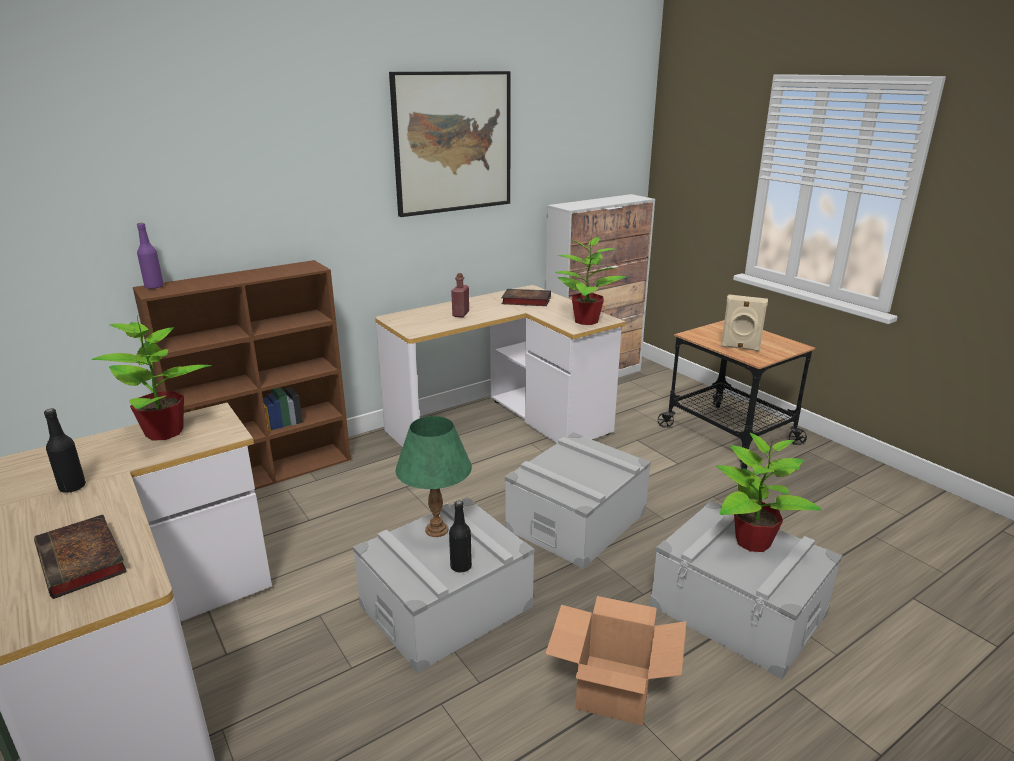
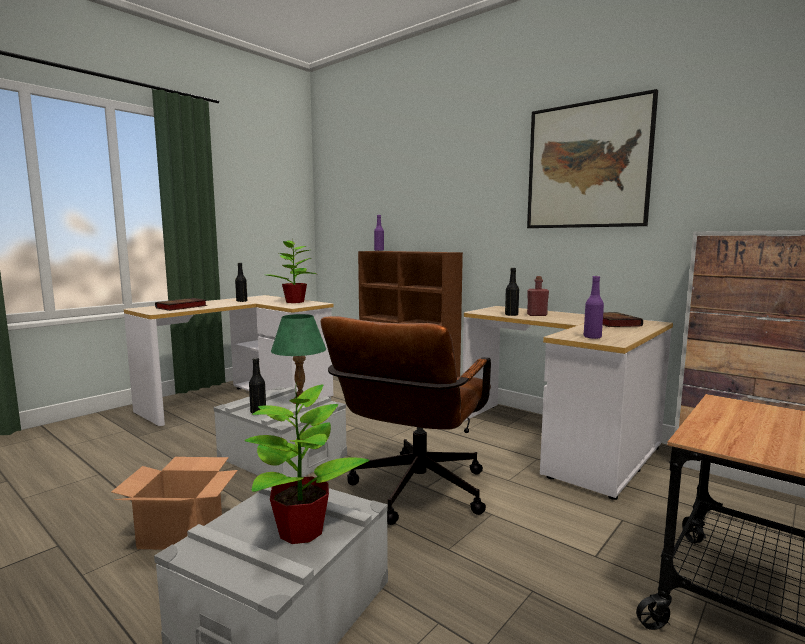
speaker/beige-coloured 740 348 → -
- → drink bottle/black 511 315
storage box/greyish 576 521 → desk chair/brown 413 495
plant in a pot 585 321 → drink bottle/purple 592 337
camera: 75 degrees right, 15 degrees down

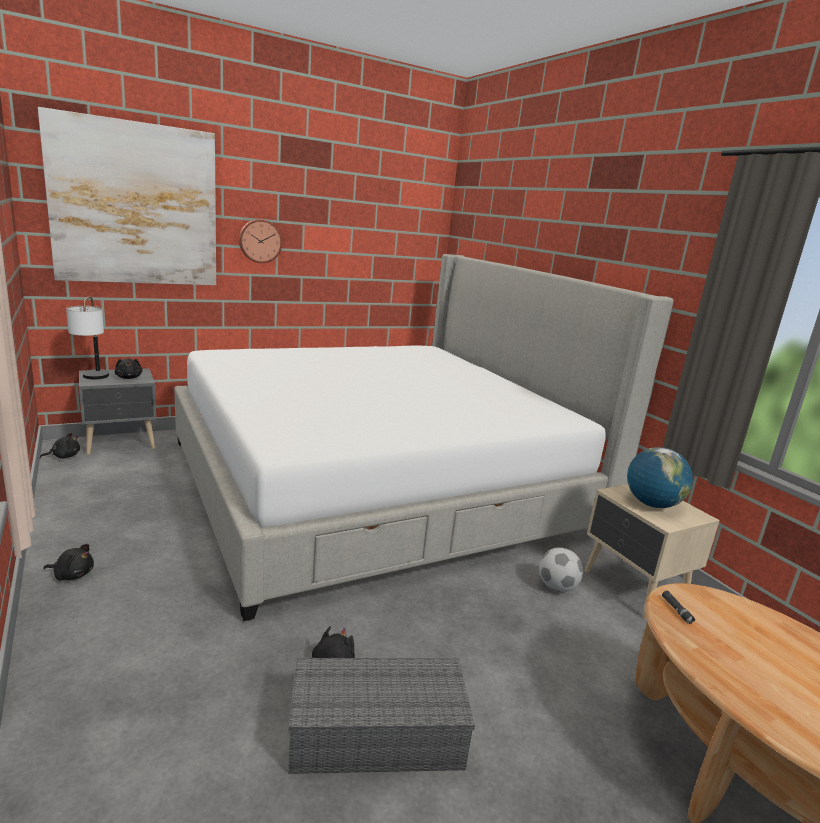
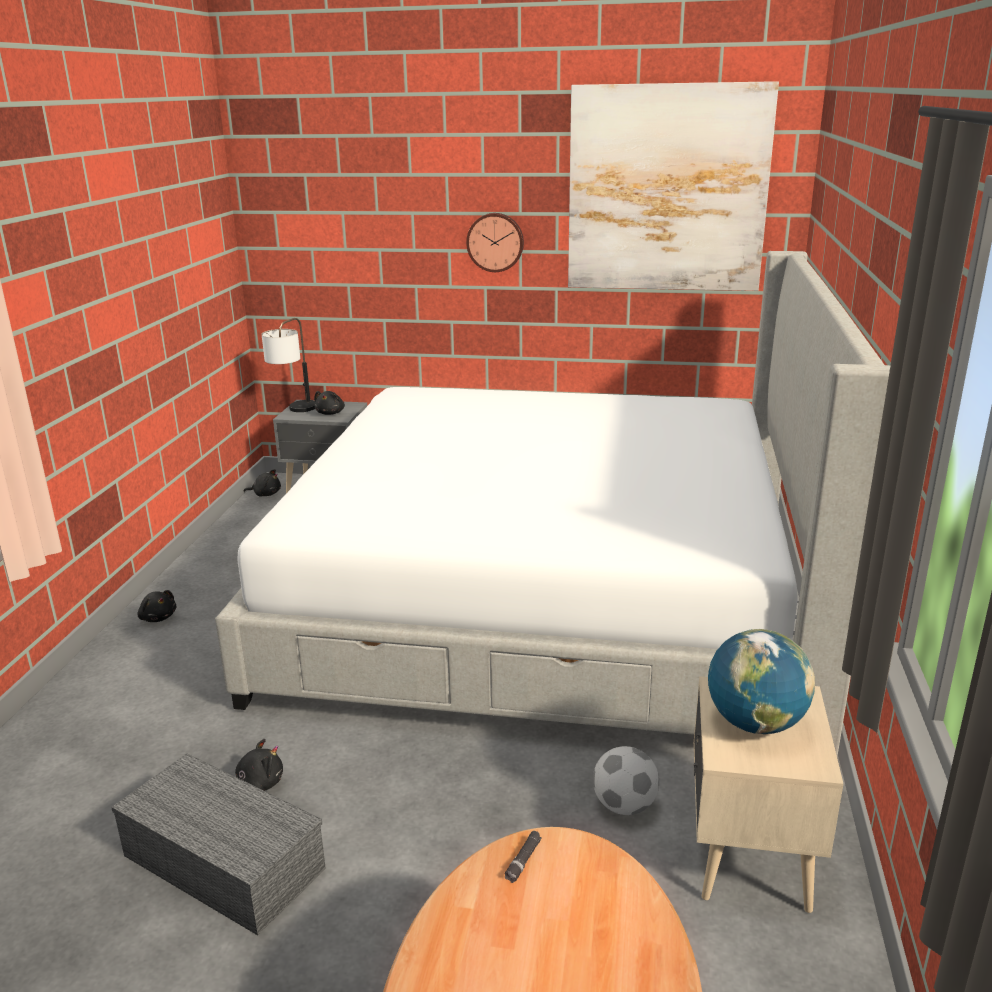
picture 135 205 → picture 667 189, relocated
camera: 40 degrees right, 5 degrees up

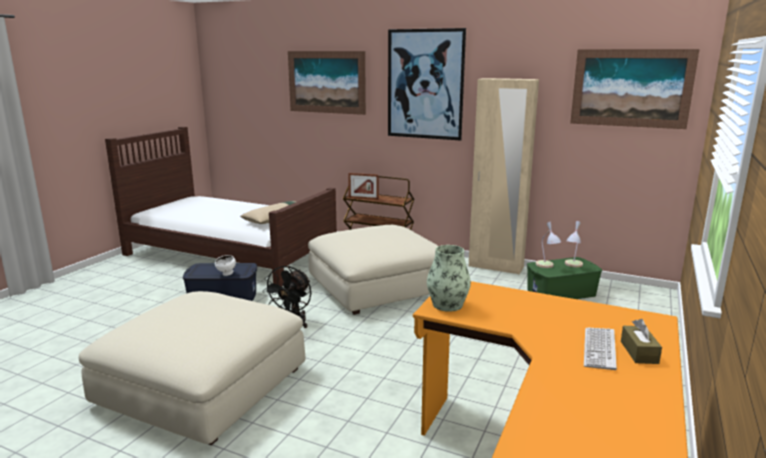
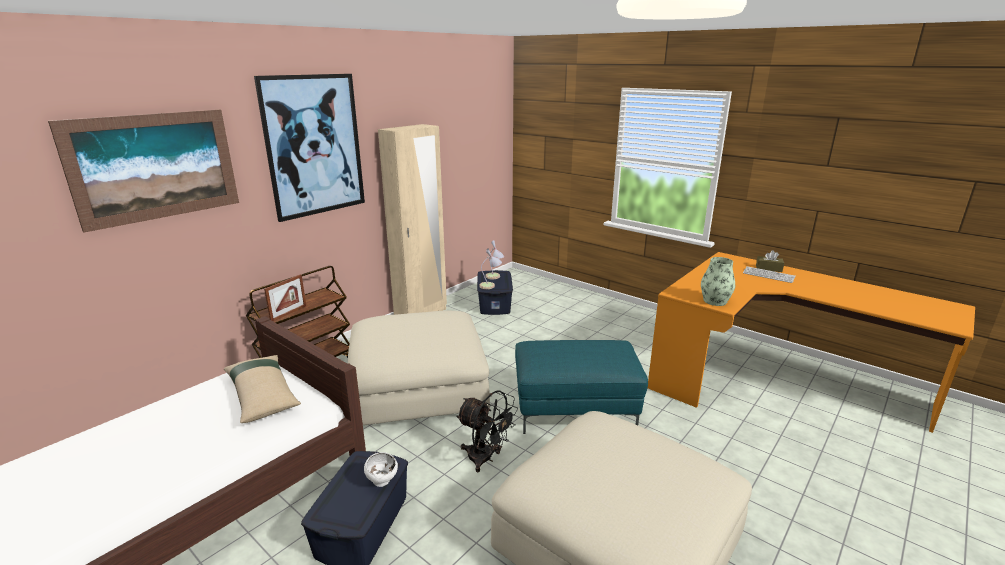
picture 631 88 → -
- → footrest/turquoise-coloured 575 410
storage box/green 561 293 → storage box/blue 495 303
camera: 75 degrees left, 5 degrees up

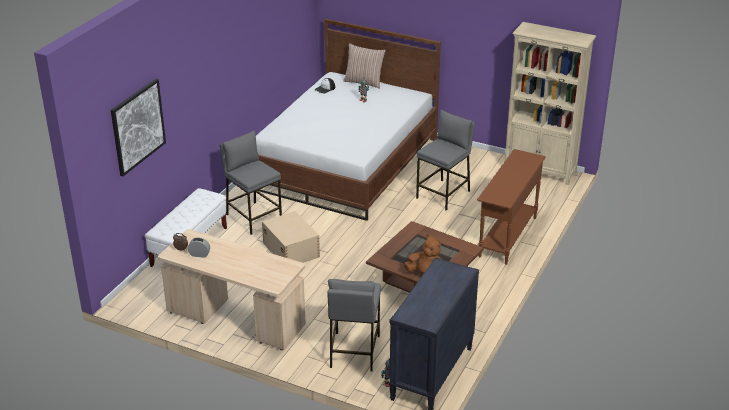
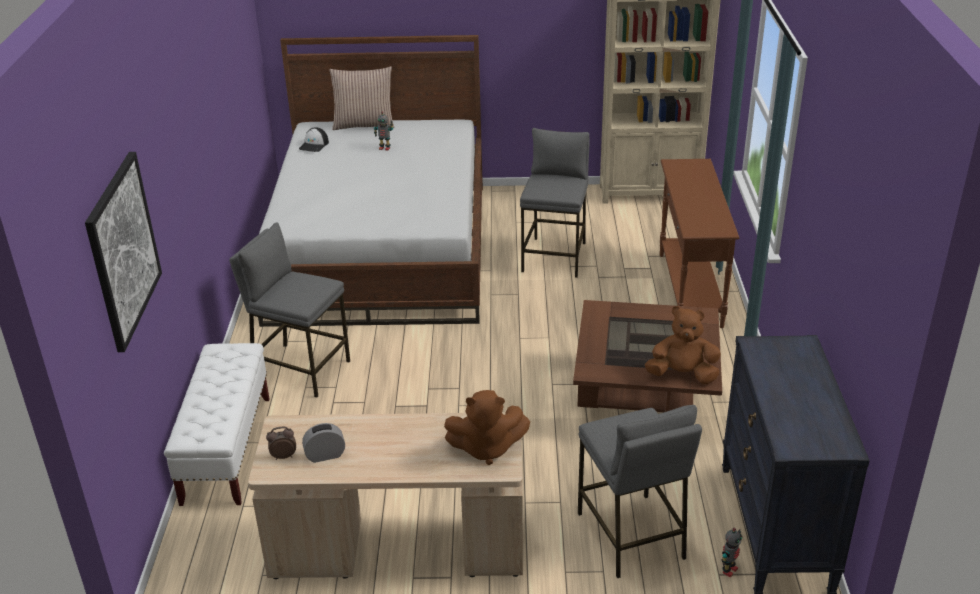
storage box/beige-coloured 291 249 → -
- → cuddly toy/brown 486 448
camera: 25 degrees left, 0 degrees up

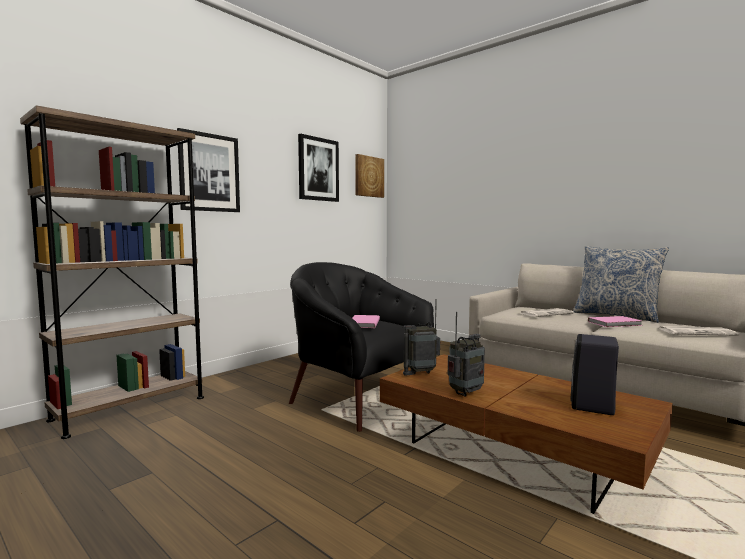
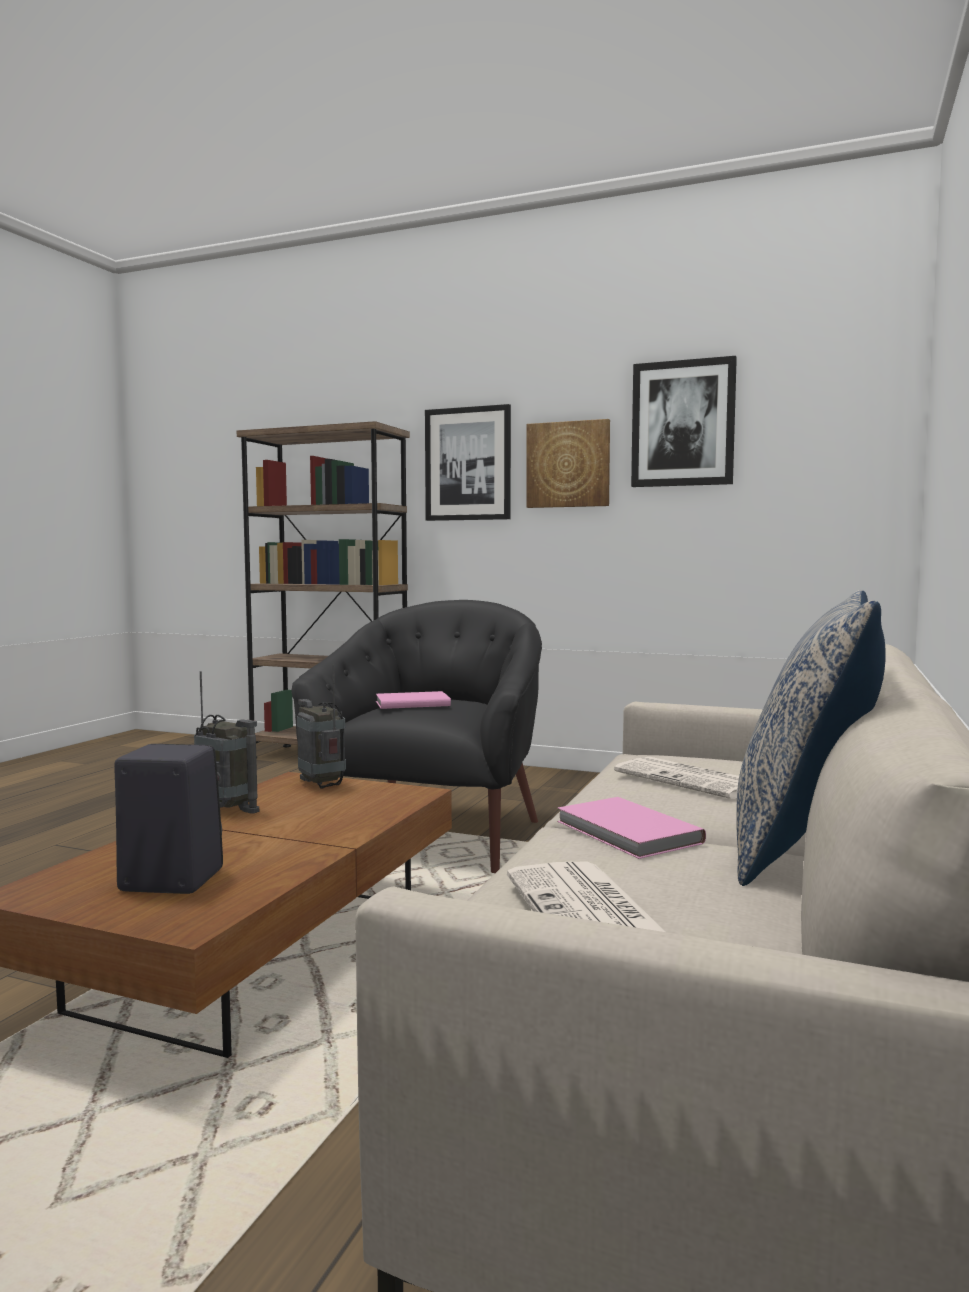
picture 368 176 → picture 568 464, relocated
camera: 70 degrees right, 0 degrees up

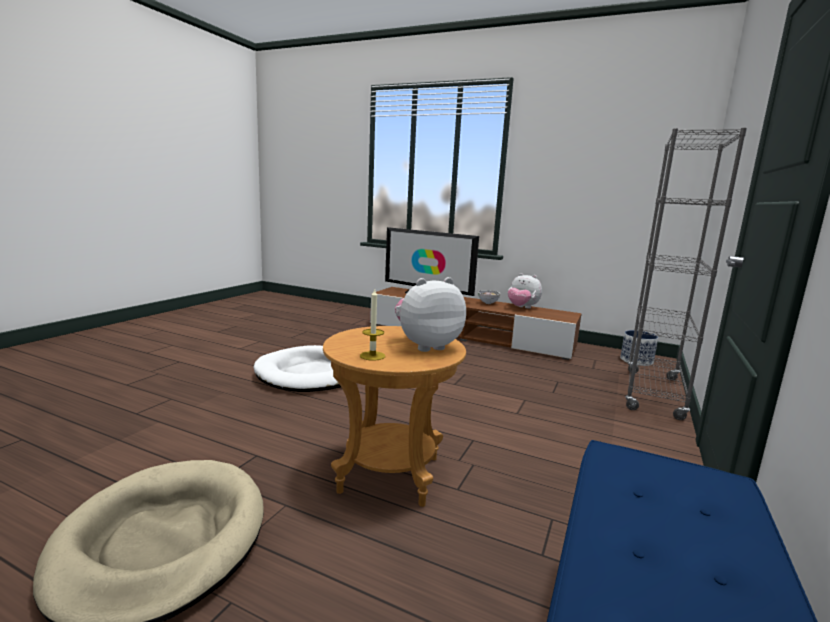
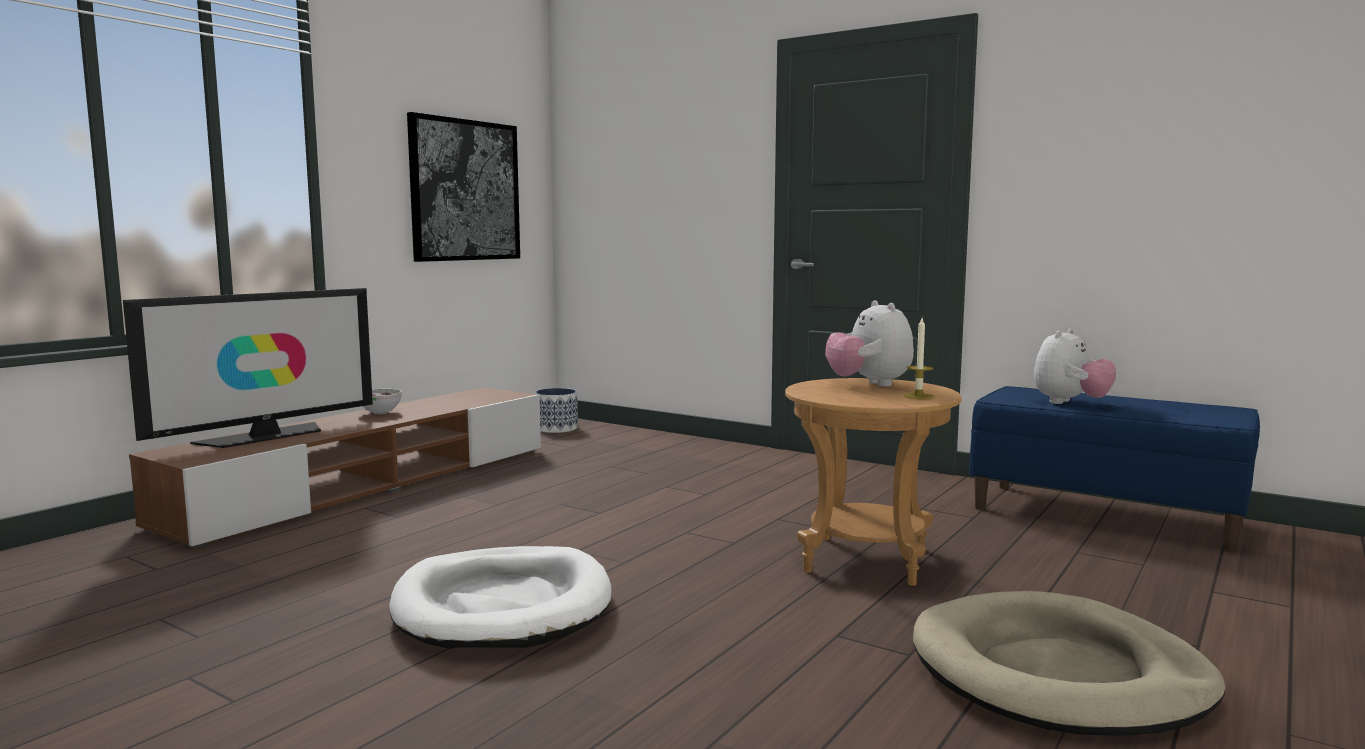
bookshelf/greyish 653 394 → -
- → picture 465 190
cuddly toy 522 308 → cuddly toy 1070 403, relocated
camera: 80 degrees left, 5 degrees down

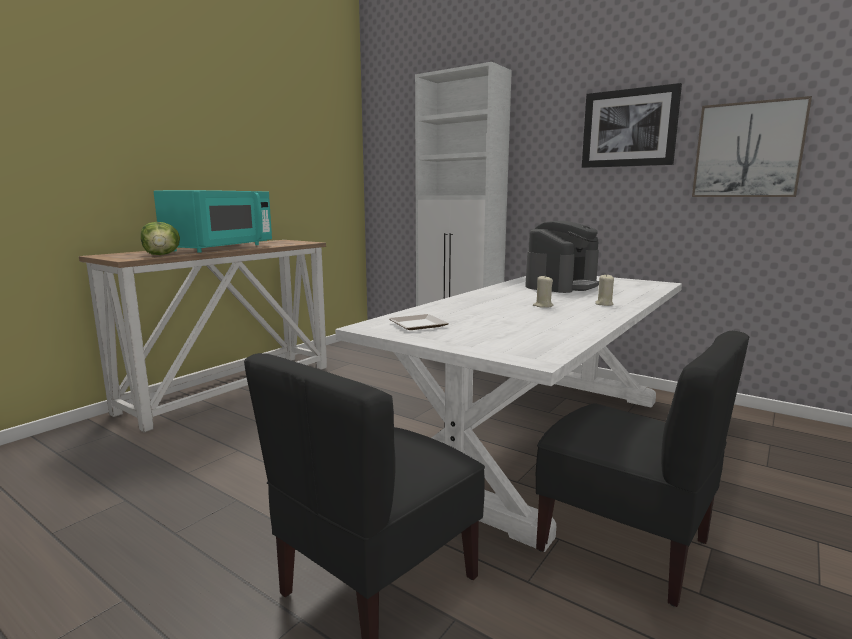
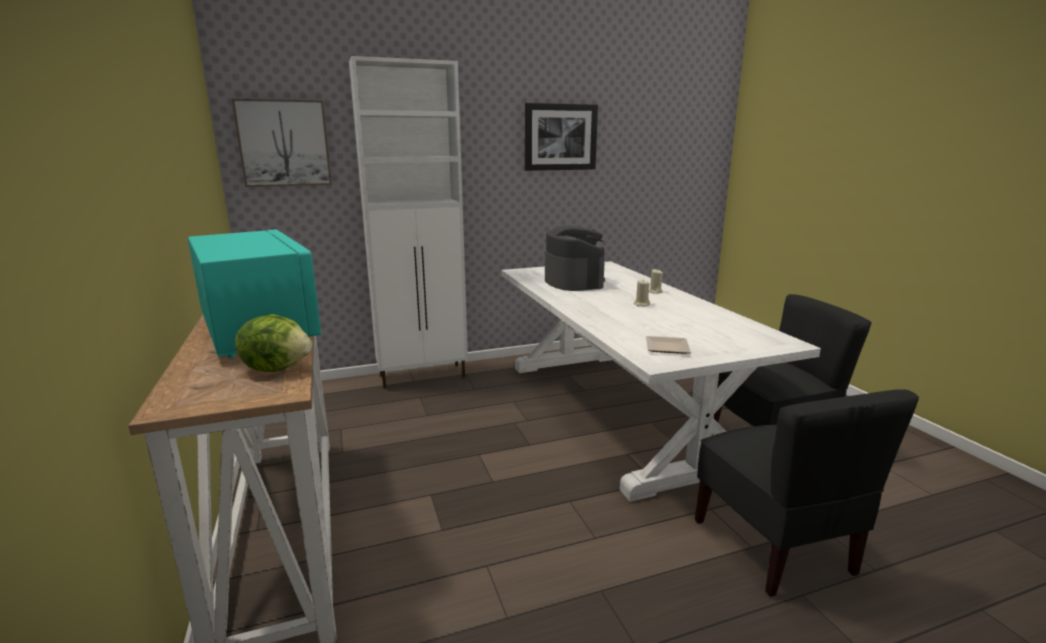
picture 748 150 → picture 284 143, relocated
camera: 55 degrees left, 5 degrees up

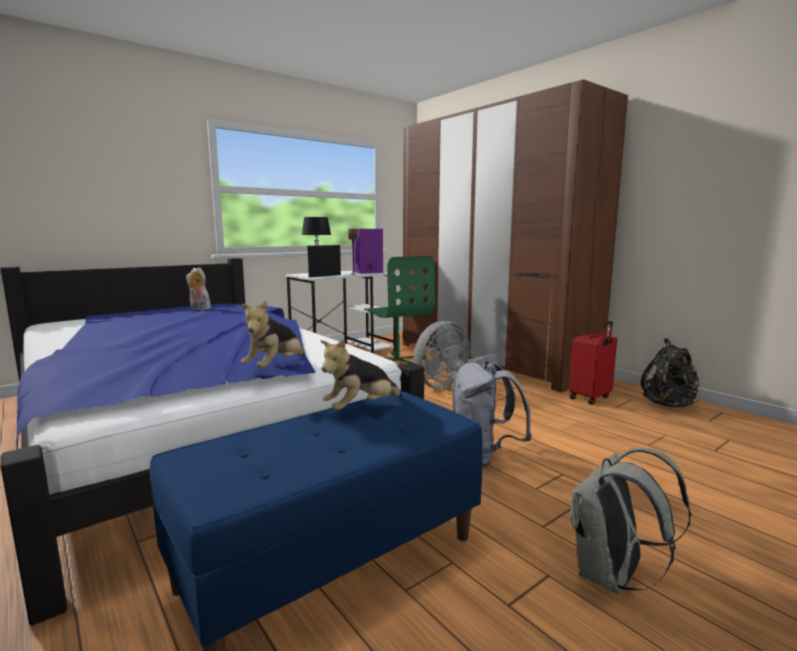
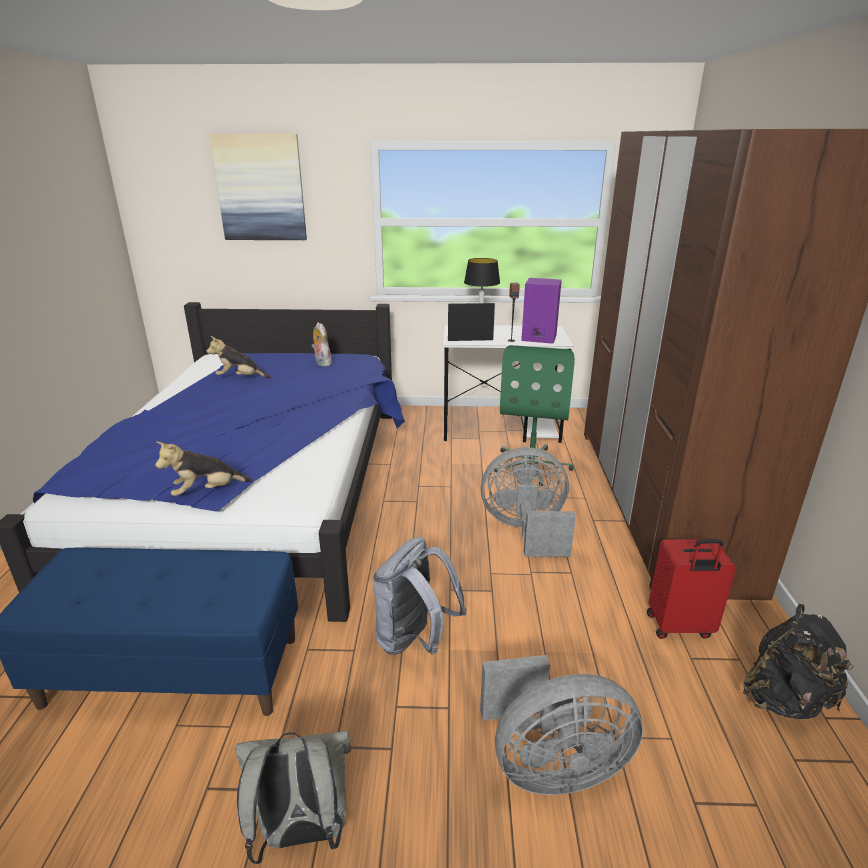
- → picture 260 188
- → fan/greyish 550 767
cuddly toy 361 408 → cuddly toy 240 378, relocated
camera: 40 degrees right, 15 degrees up

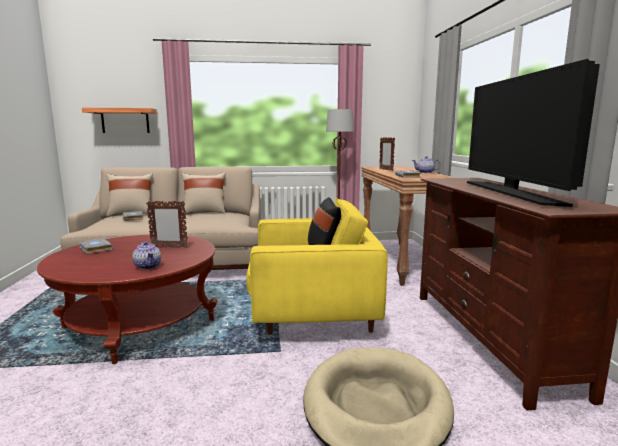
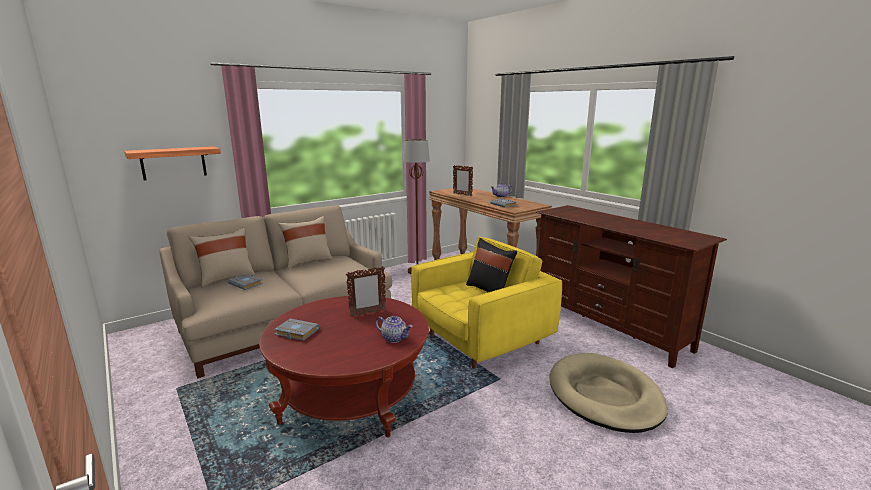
television 511 193 → -
camera: 30 degrees left, 5 degrees up

